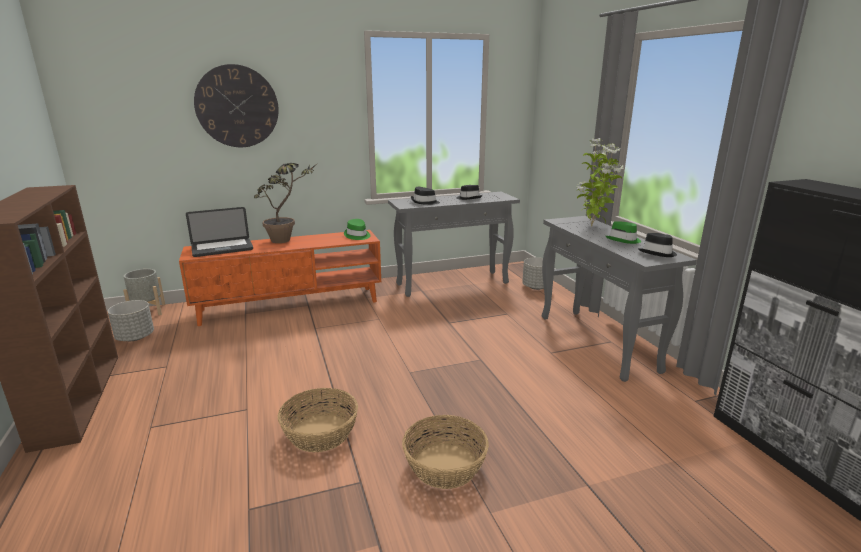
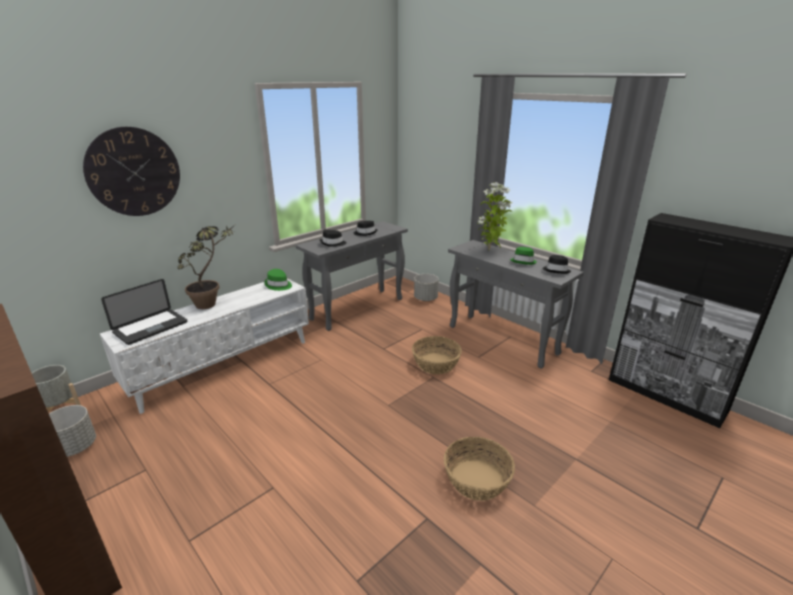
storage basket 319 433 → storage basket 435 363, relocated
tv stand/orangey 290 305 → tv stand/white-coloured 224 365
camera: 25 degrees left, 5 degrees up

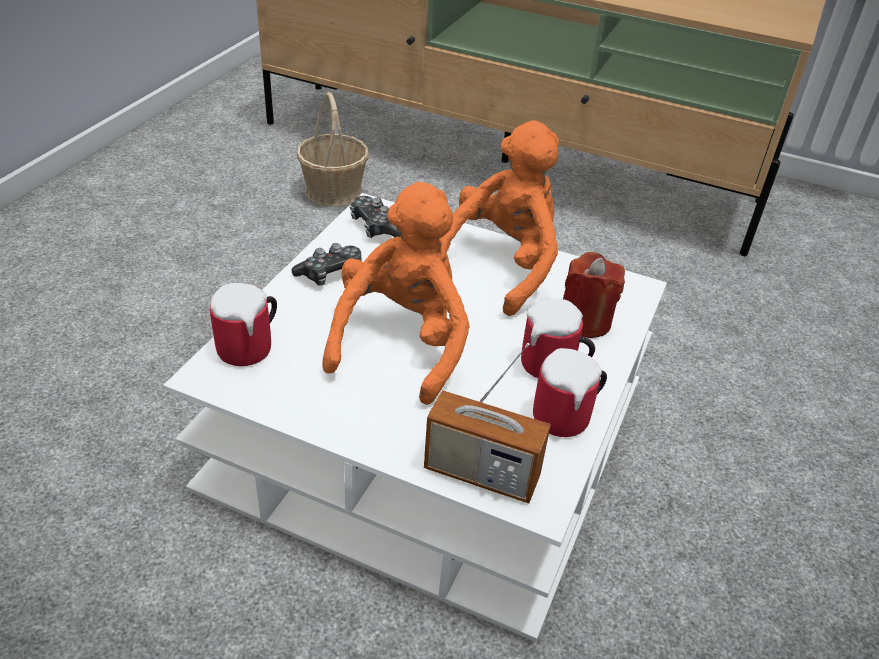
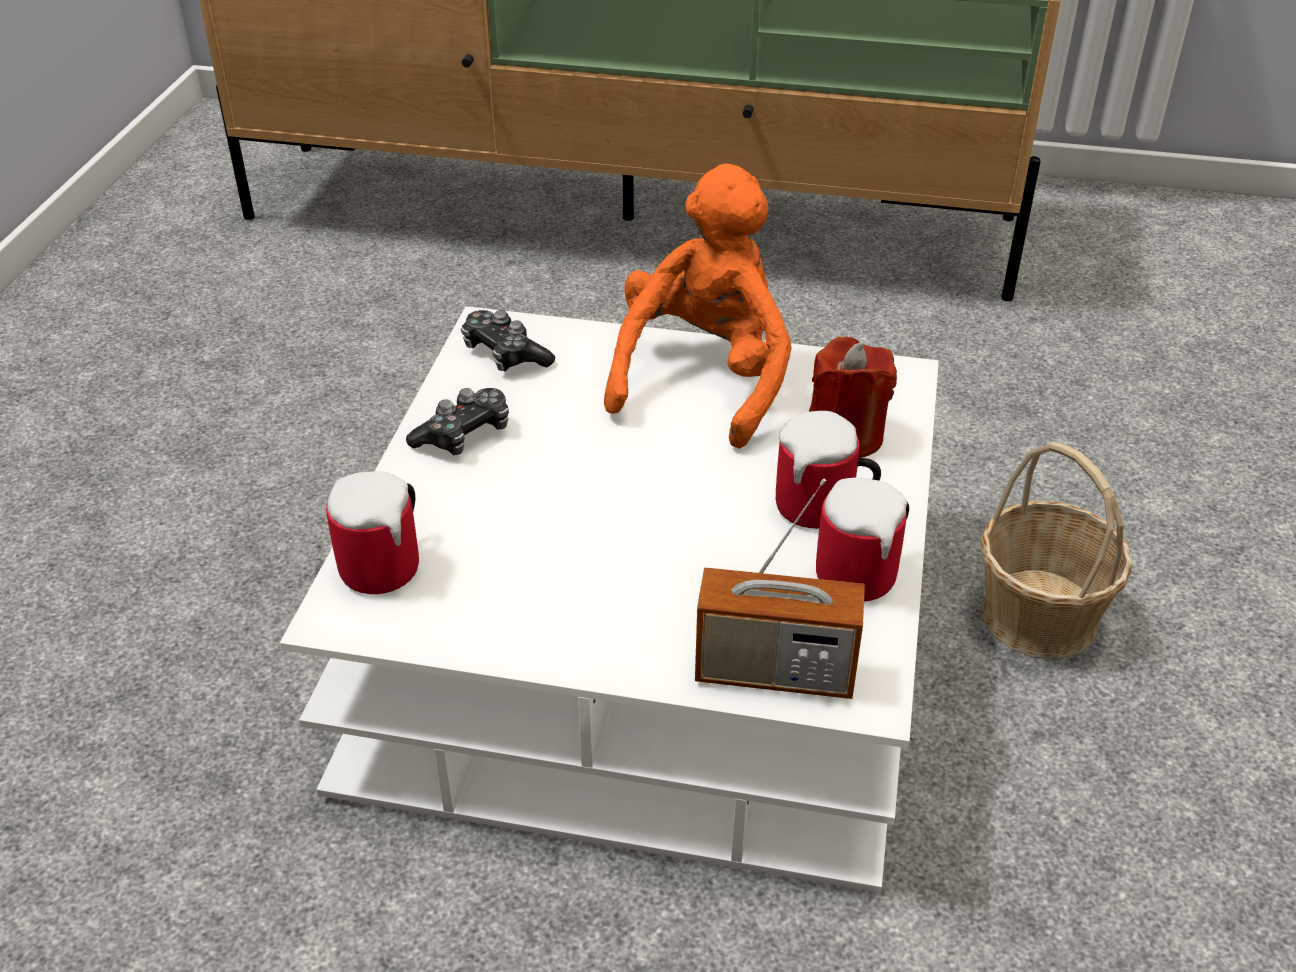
cuddly toy/orangey 402 342 → -
storage basket 334 191 → storage basket 1038 616, relocated
camera: 10 degrees left, 0 degrees up

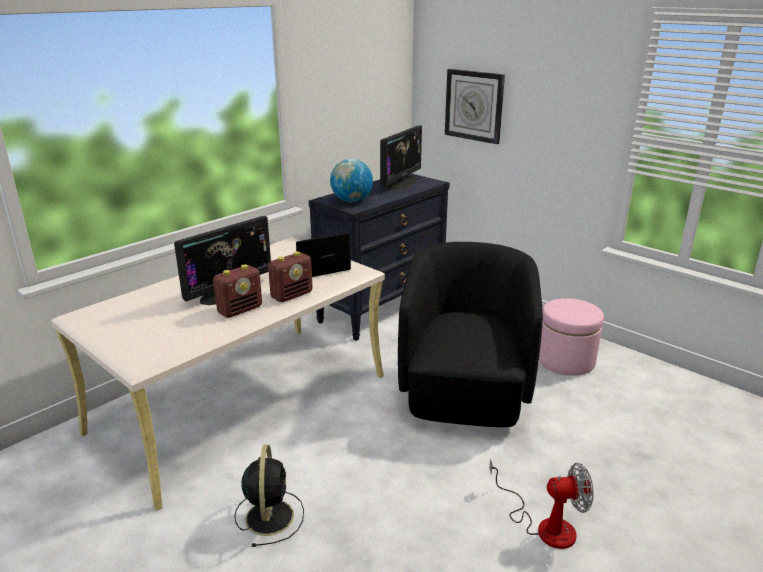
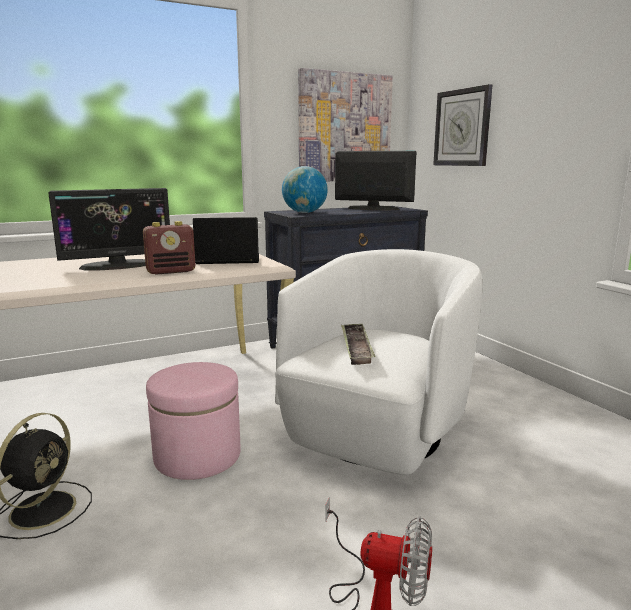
radio set 240 310 → -
- → picture 344 128
- → tray 356 347
footrest/pinkish 566 360 → footrest/pinkish 197 456, relocated
armchair/black 465 393 → armchair/white-coloured 378 431
computer display 400 183 → computer display 373 209, 120 degrees counterclockwise
camera: 20 degrees right, 10 degrees down

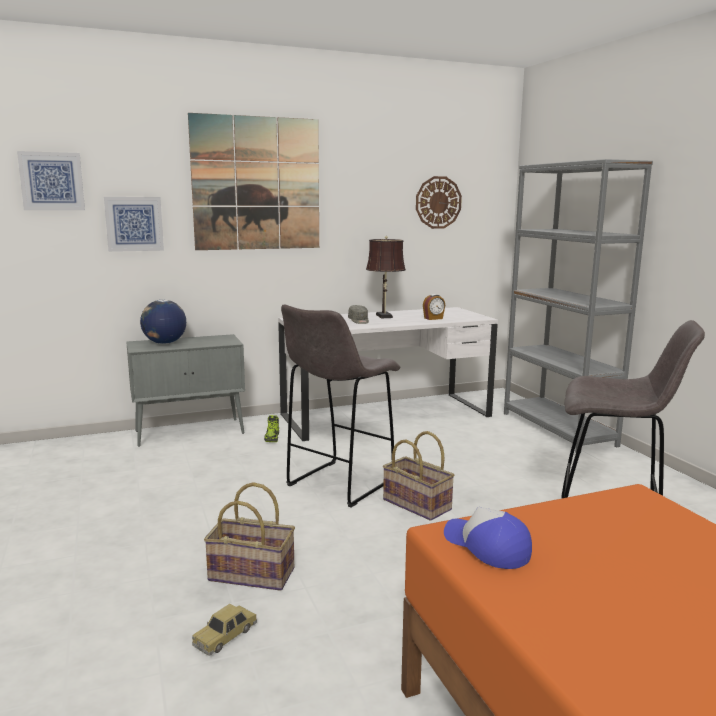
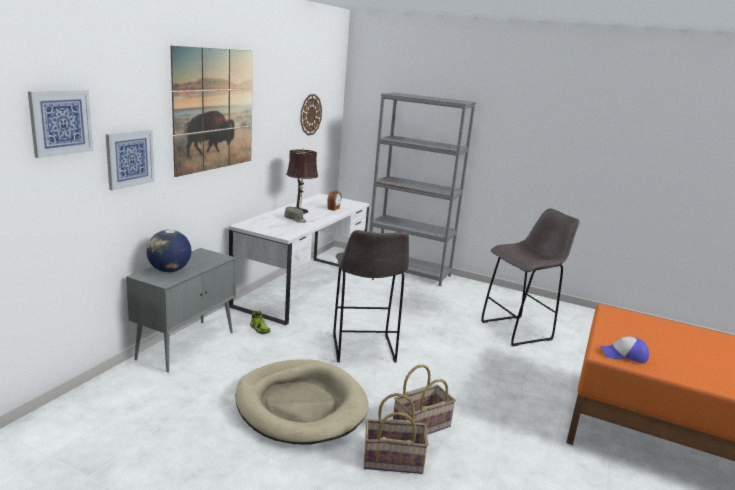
toy car 225 636 → -
- → dog cushion/beige-coloured 300 405
storage basket 418 504 → storage basket 393 460, relocated
camera: 45 degrees left, 5 degrees up

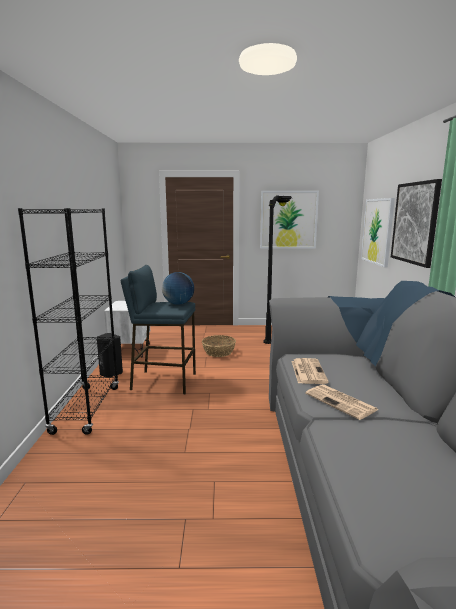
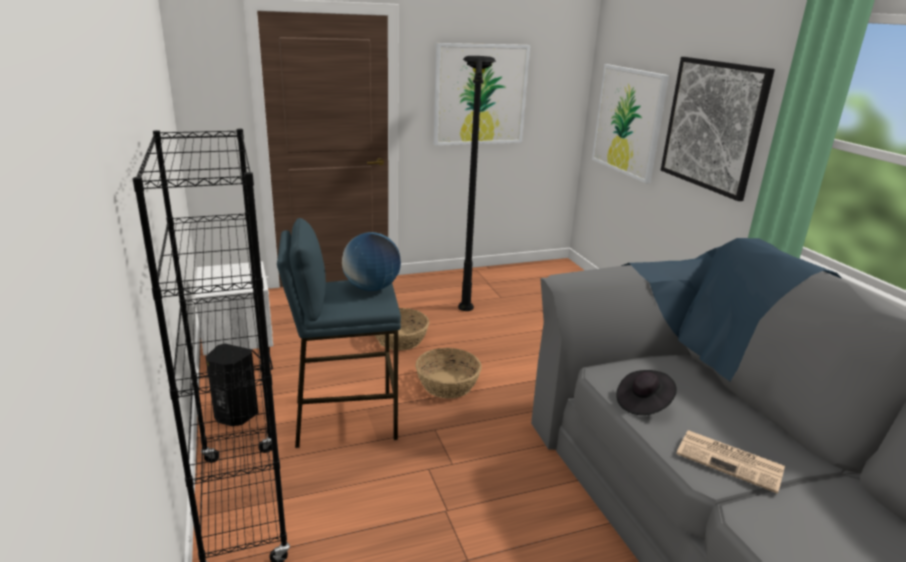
- → storage basket 447 384
daily paper 308 371 → hat/black 643 403
camera: 20 degrees left, 10 degrees up

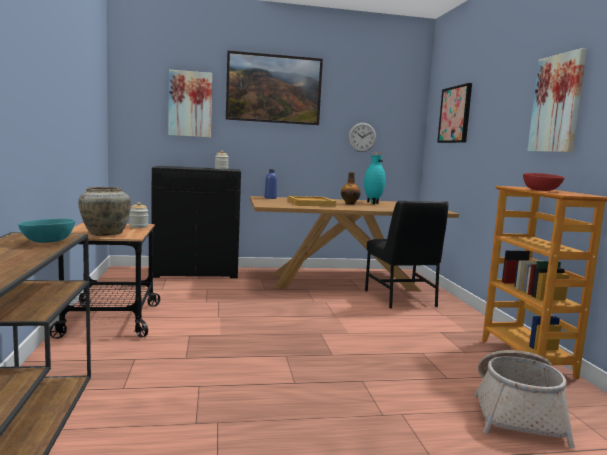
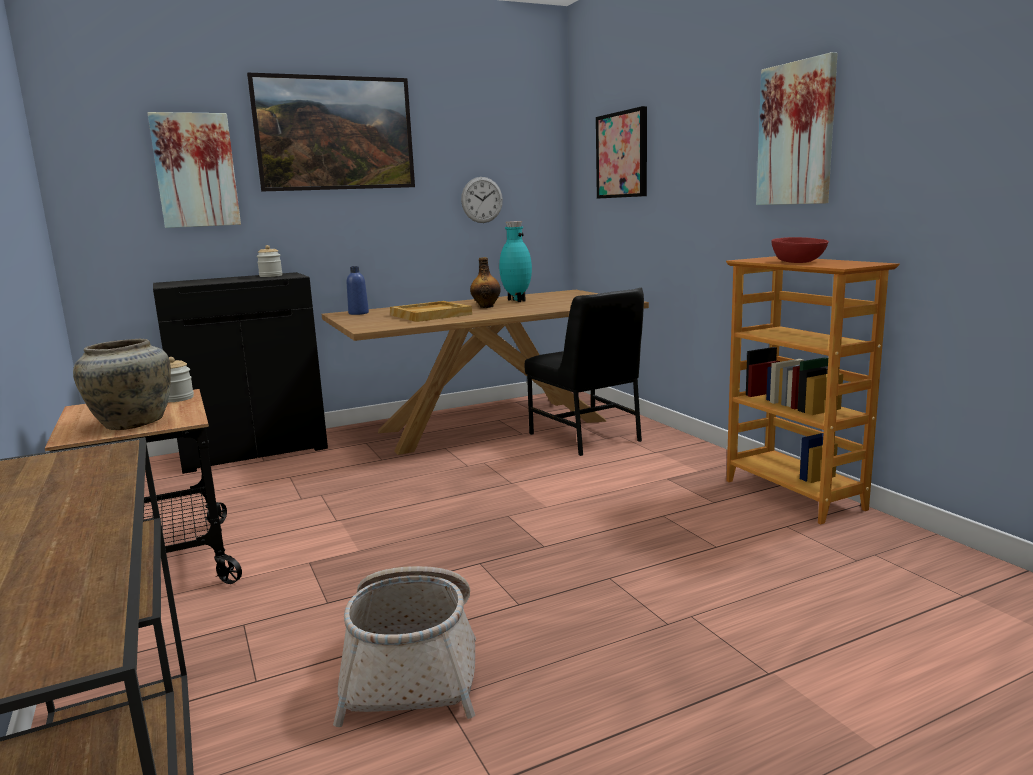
deep dish/turquoise-coloured 49 242 → -
storage basket 517 413 → storage basket 413 665, relocated
camera: 15 degrees left, 5 degrees up

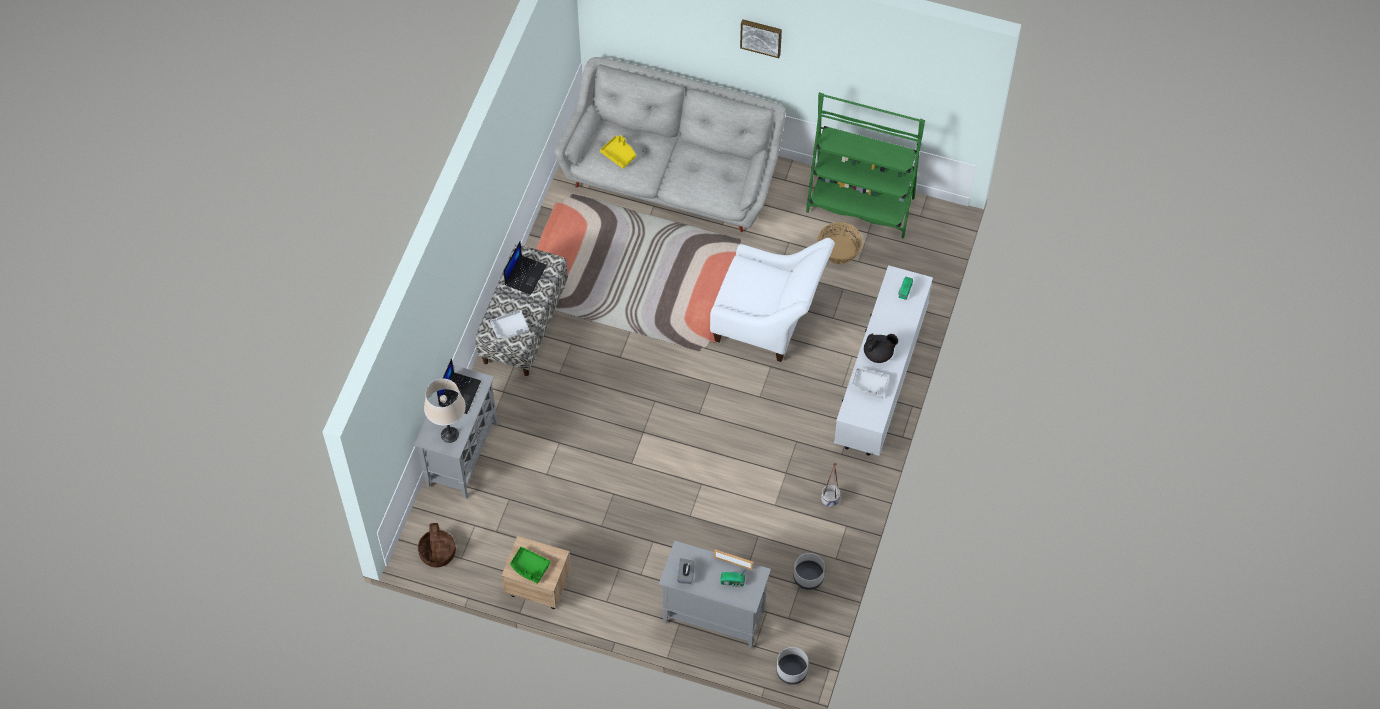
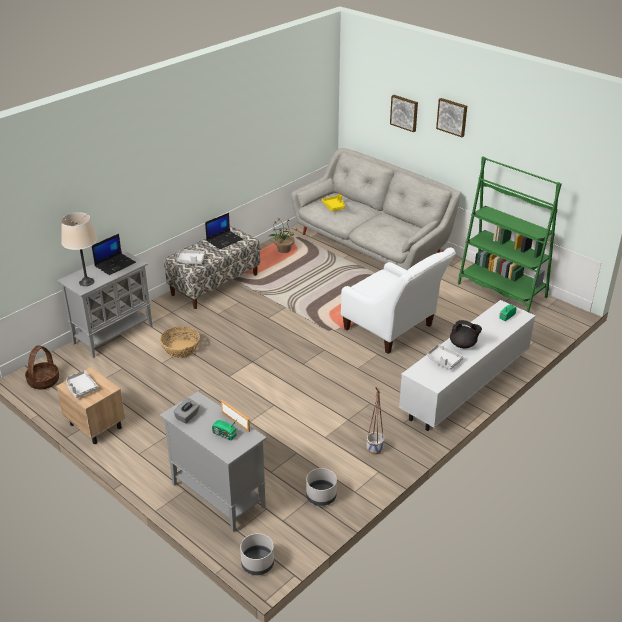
- → plant in a pot 283 250
- → picture 404 112
storage basket 838 249 → storage basket 180 349, relocated
tray/green 529 567 → tray/greyish 81 388
camera: 25 degrees right, 25 degrees down

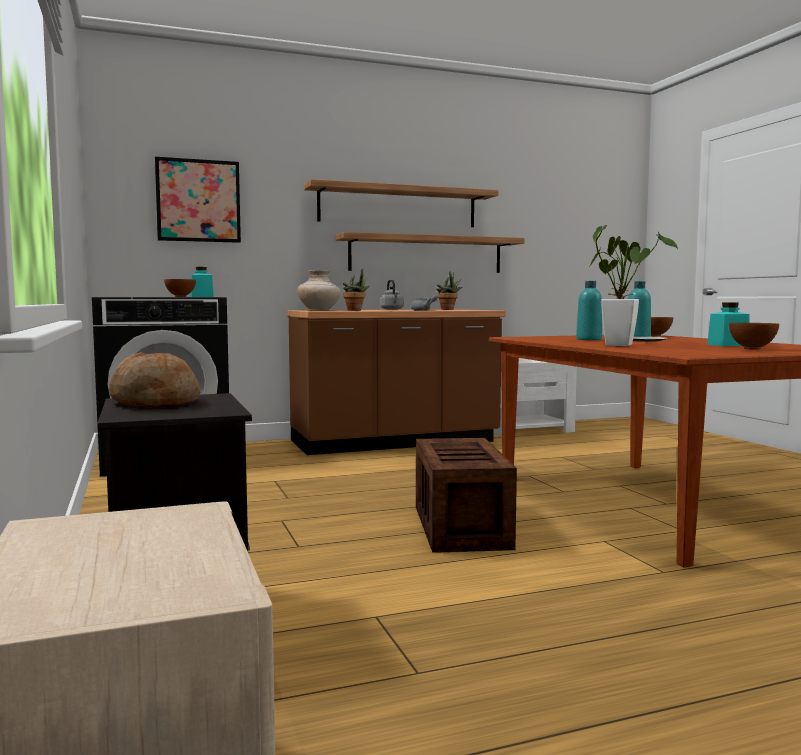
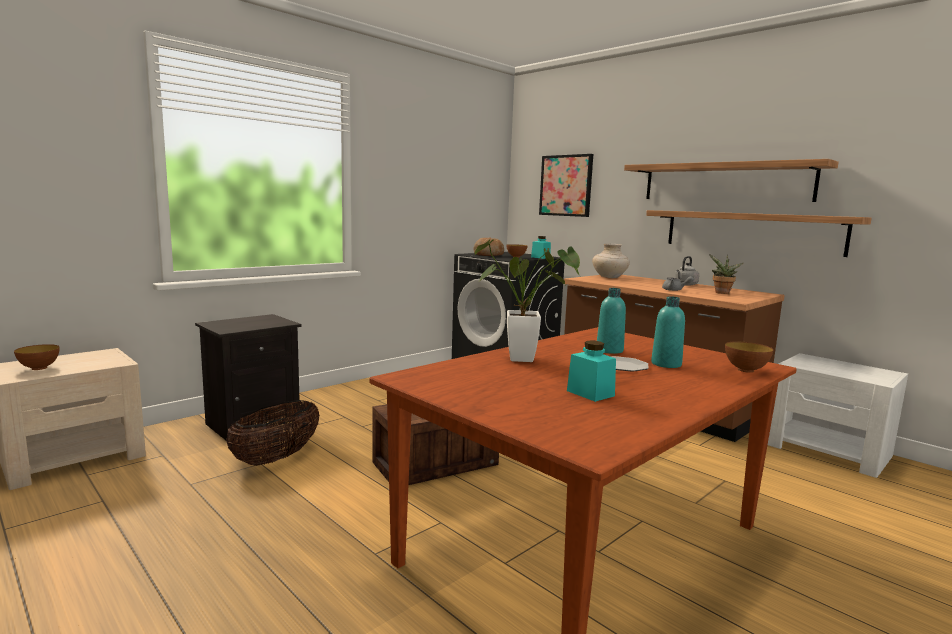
plant in a pot 356 310 → -
- → storage basket 277 458
bread 155 403 → bread 488 255, relocated
deep dish 752 349 → deep dish 39 368, relocated
camera: 65 degrees right, 5 degrees up

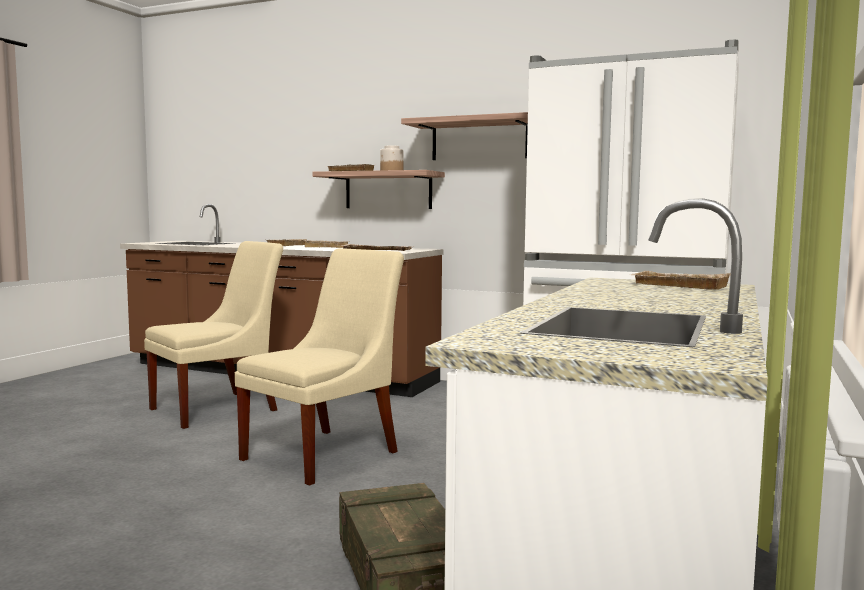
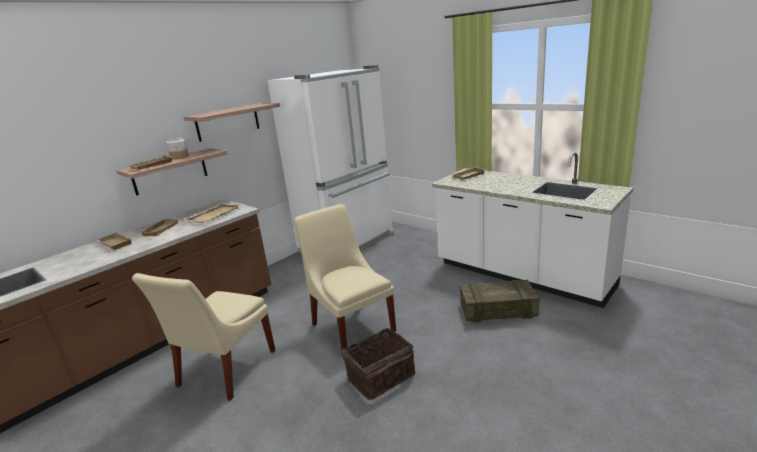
- → storage basket 379 376
plain chair/beige-coloured 219 408 → plain chair/beige-coloured 224 371, 135 degrees counterclockwise
camera: 70 degrees left, 15 degrees up

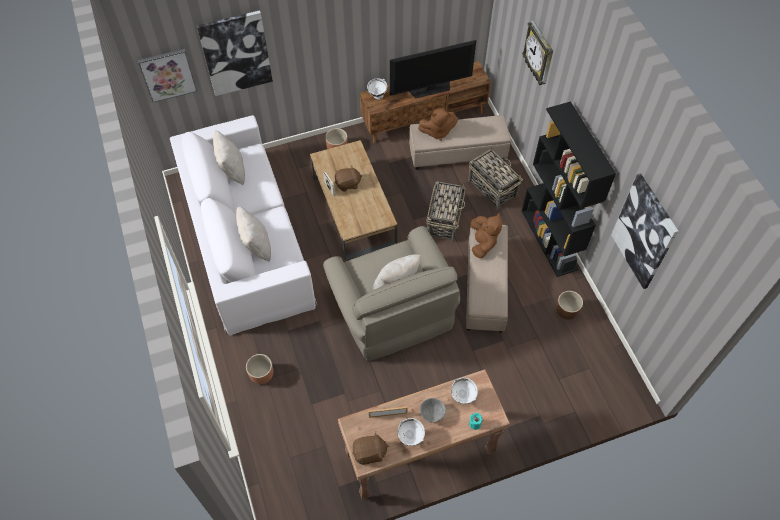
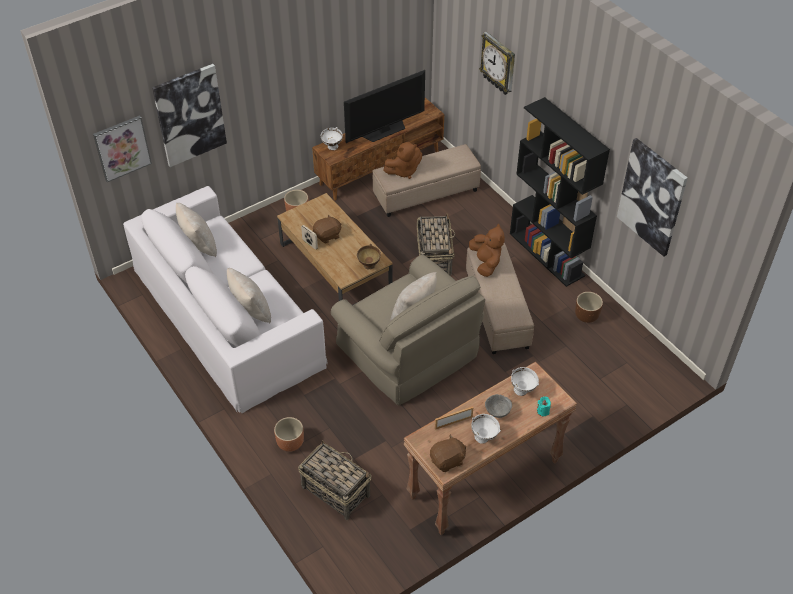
- → deep dish/brown 369 267
storage basket 492 187 → storage basket 335 490, relocated
camera: 15 degrees left, 10 degrees down

